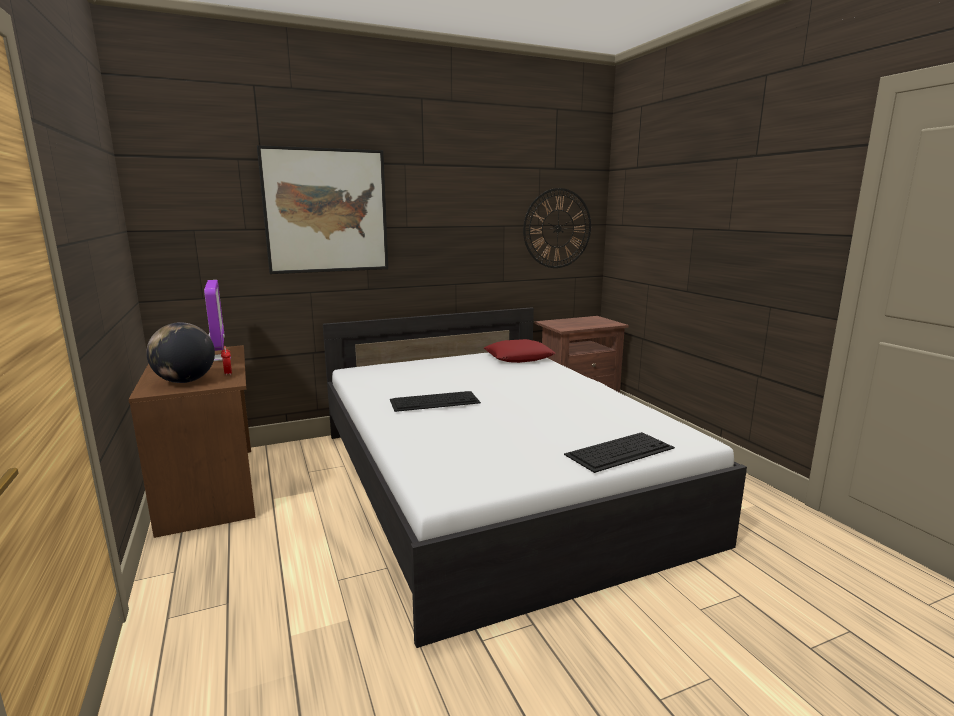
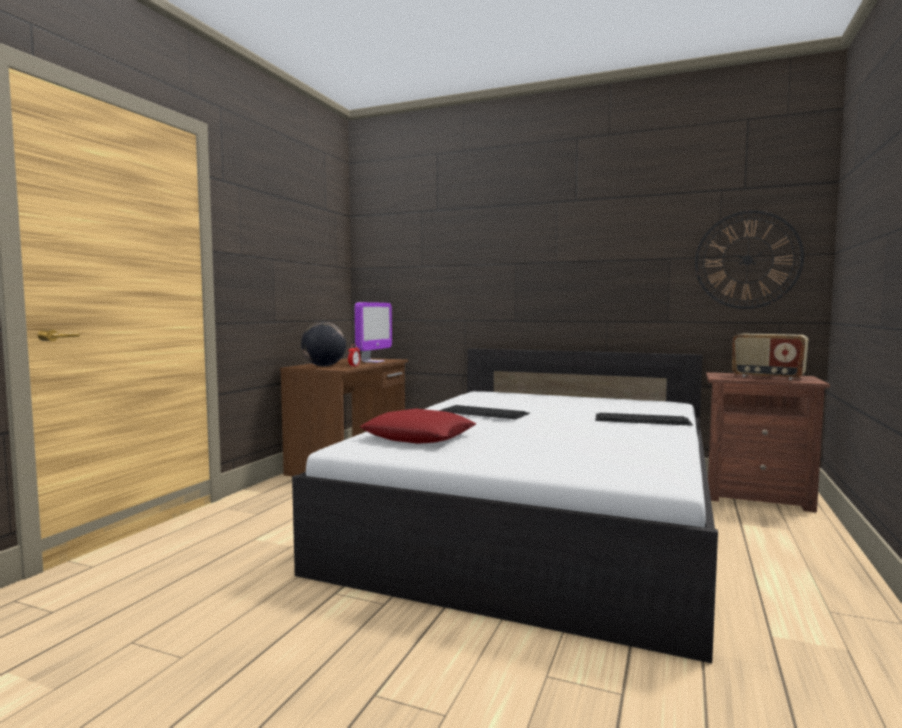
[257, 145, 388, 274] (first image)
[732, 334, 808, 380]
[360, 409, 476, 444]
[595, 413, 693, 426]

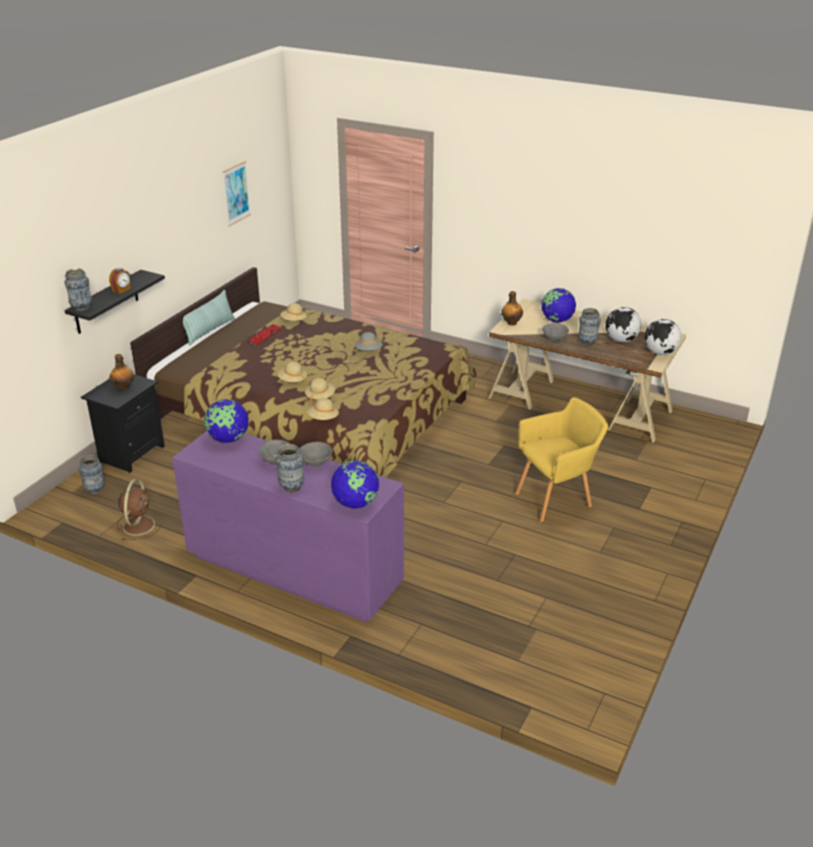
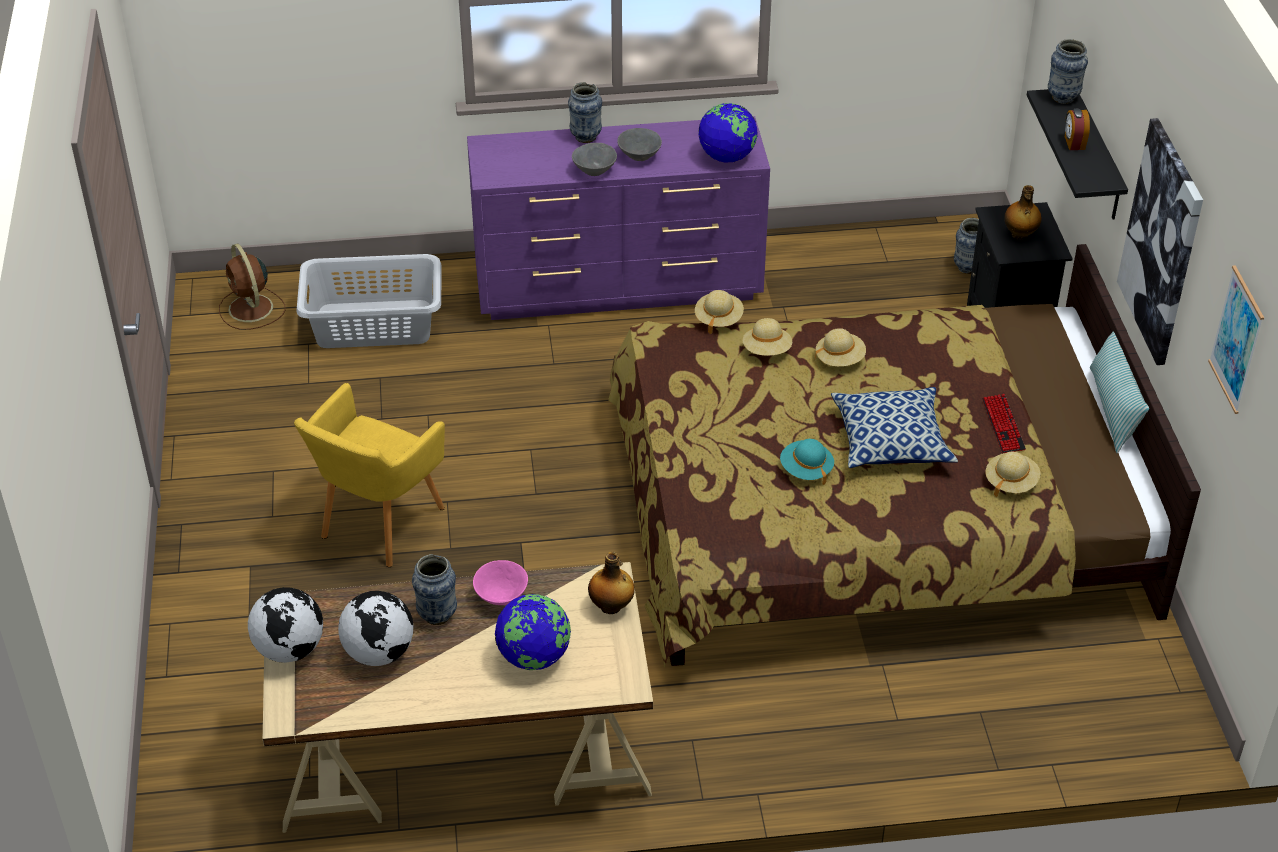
[331, 460, 379, 509] (first image)
[296, 254, 441, 348]
[831, 387, 958, 468]
[1117, 118, 1203, 365]
[219, 244, 286, 330]
[780, 439, 834, 485]
[473, 560, 528, 605]

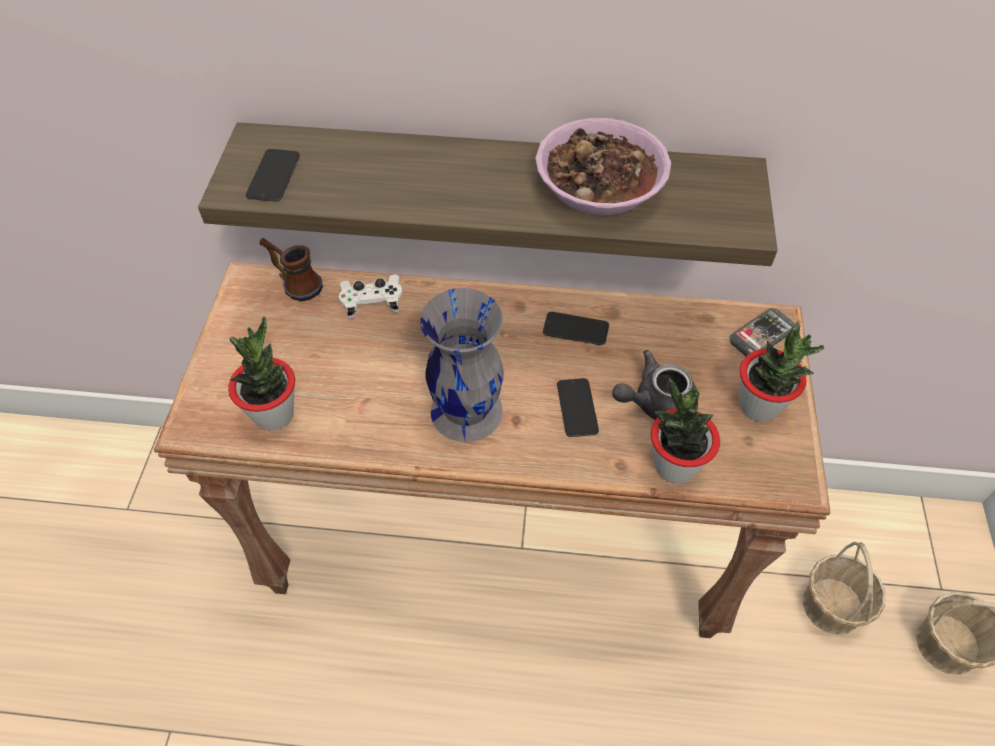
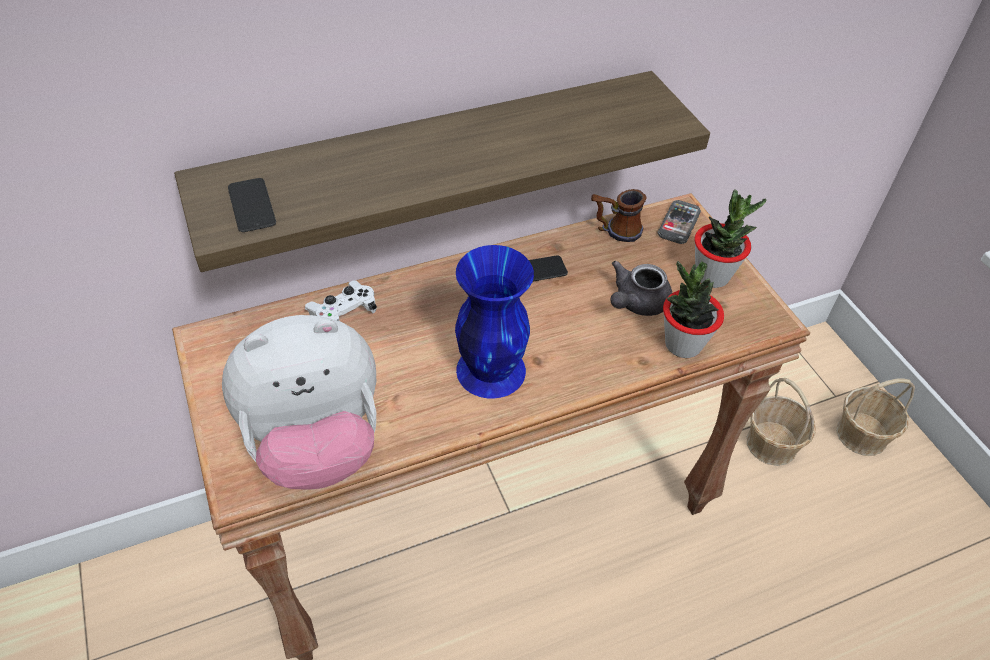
[535, 118, 671, 216] (first image)
[557, 378, 599, 437] (first image)
[591, 189, 647, 242]
[222, 315, 377, 490]
[455, 245, 534, 399]

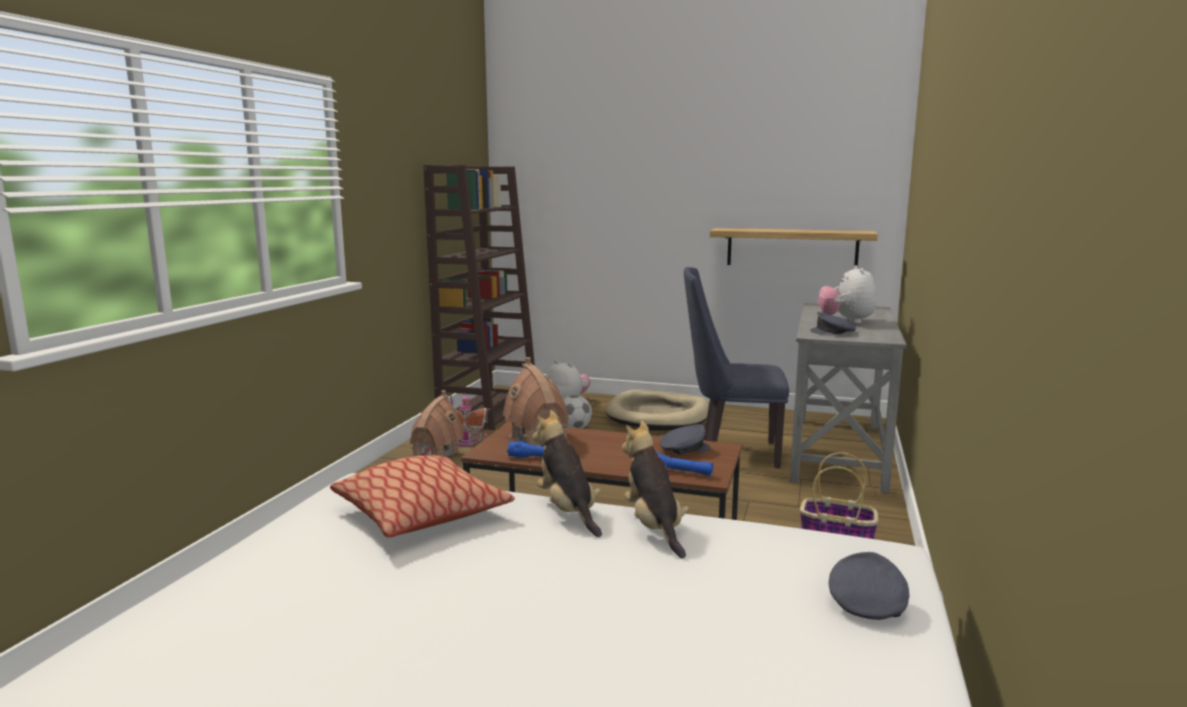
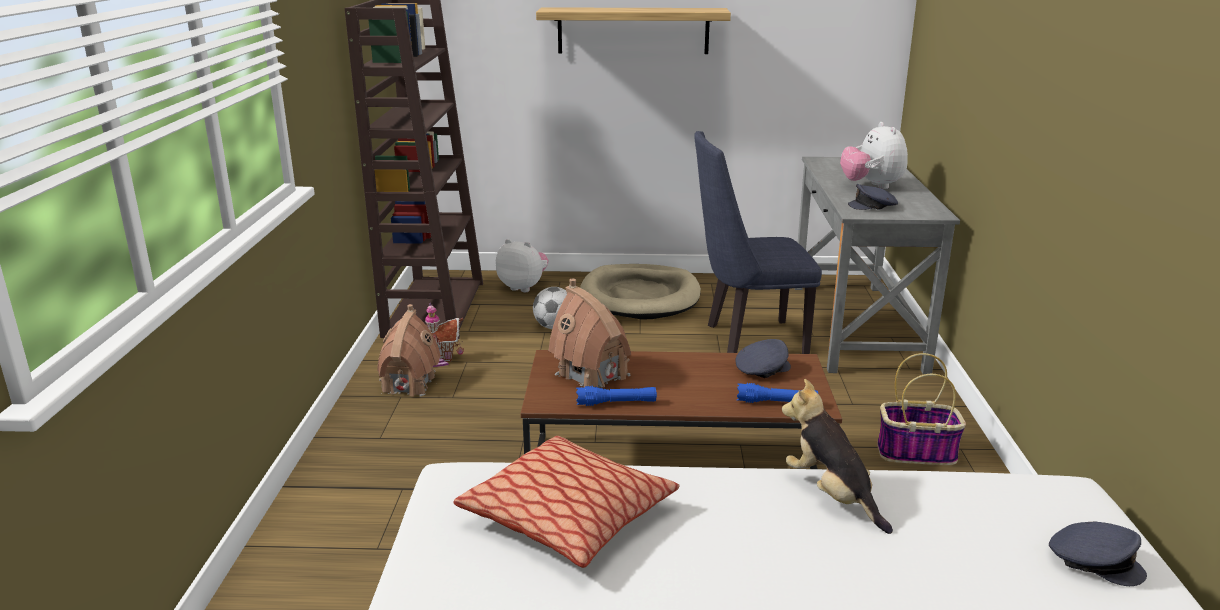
[533, 410, 602, 537] (first image)
[536, 7, 731, 54]
[1049, 522, 1147, 586]

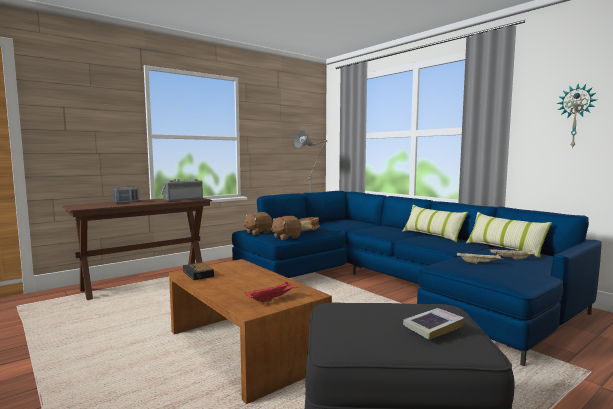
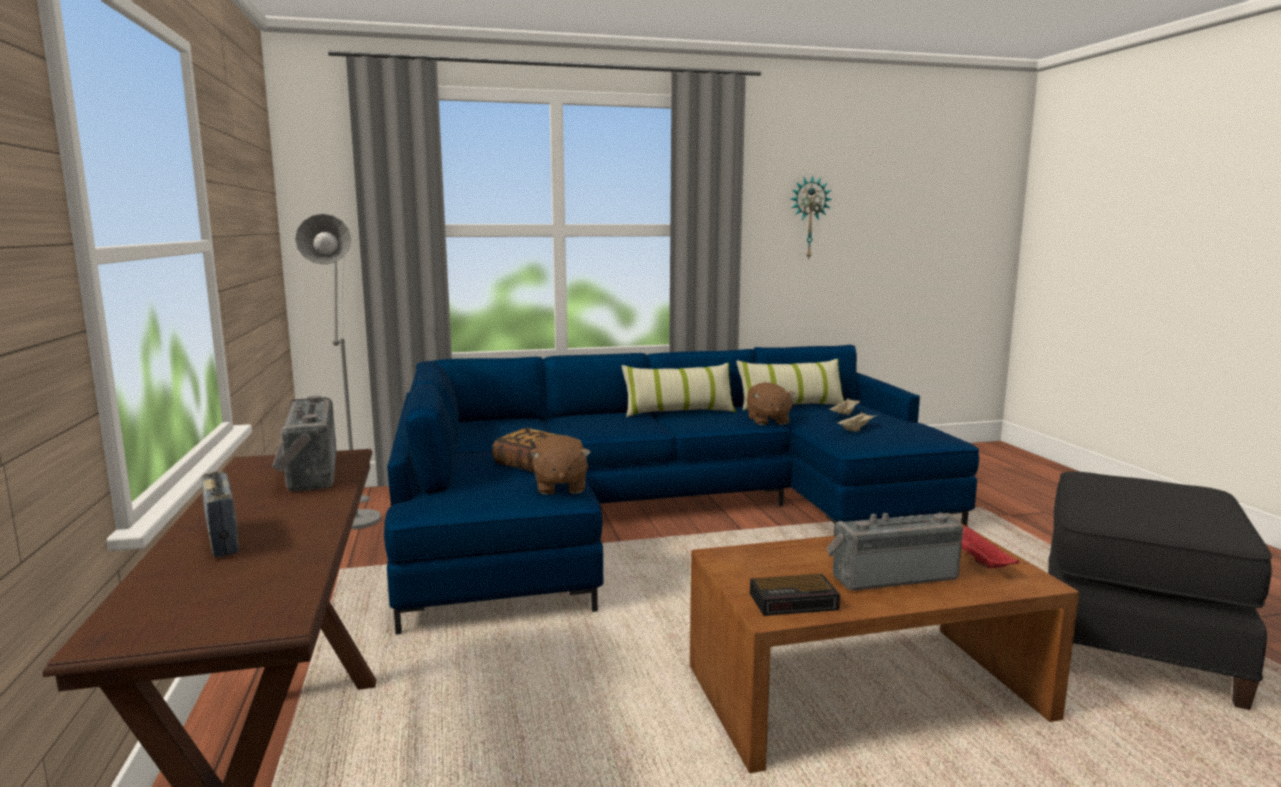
[403, 308, 464, 340] (first image)
[827, 512, 963, 591]
[747, 382, 795, 425]

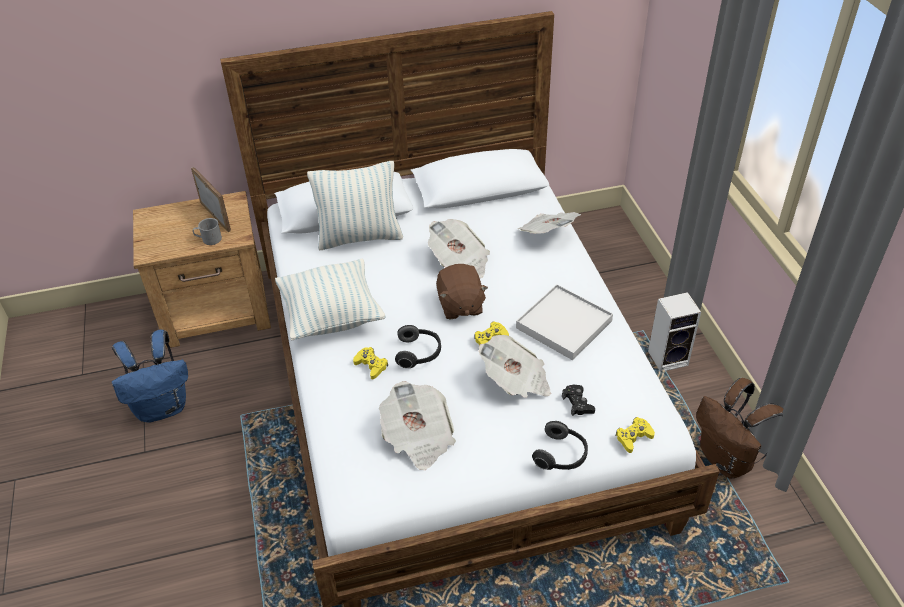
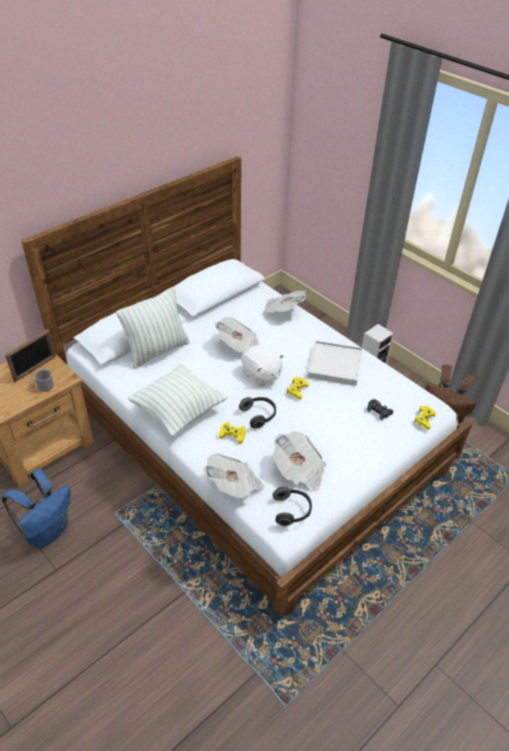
[203, 453, 264, 499]
[273, 487, 312, 526]
[241, 344, 284, 387]
[5, 329, 56, 382]

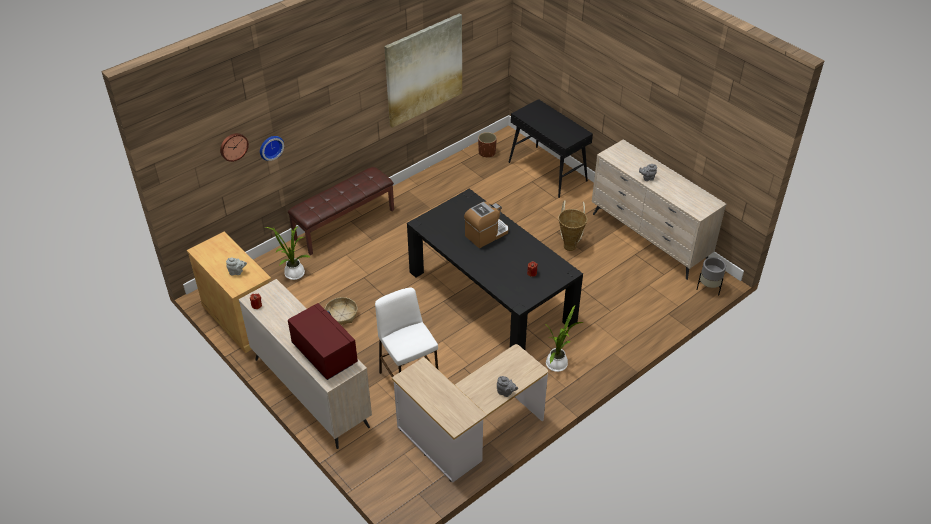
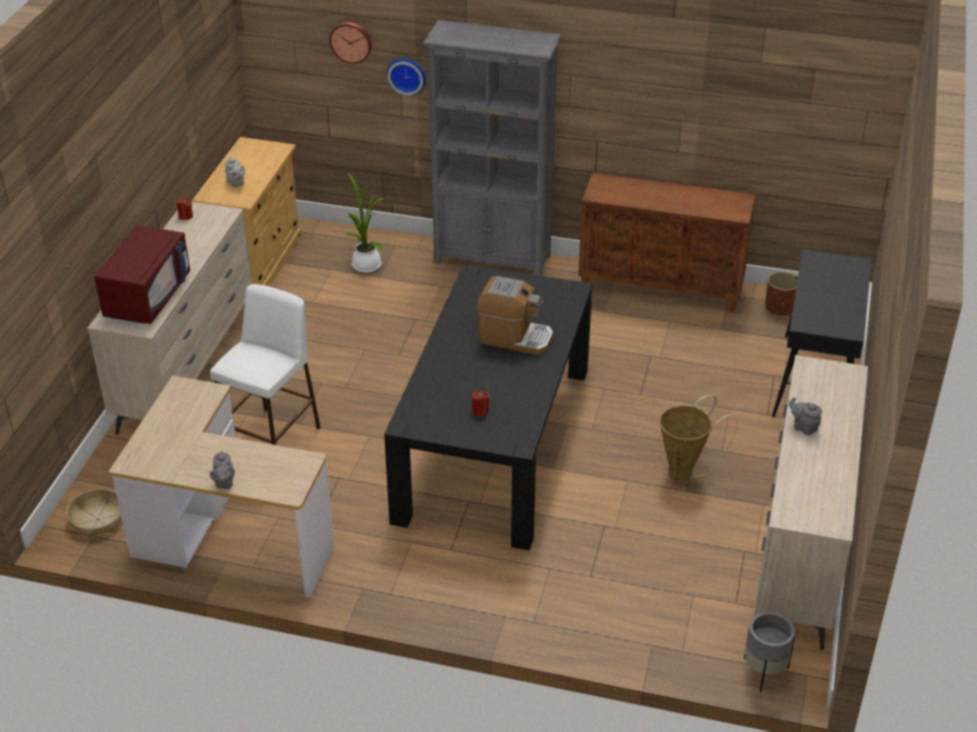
[384, 13, 462, 128] (first image)
[545, 304, 583, 372] (first image)
[578, 172, 756, 312]
[66, 489, 122, 538]
[423, 20, 561, 276]

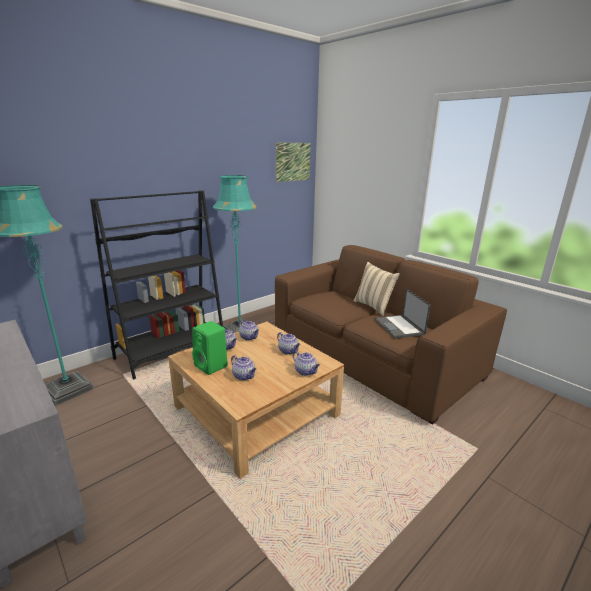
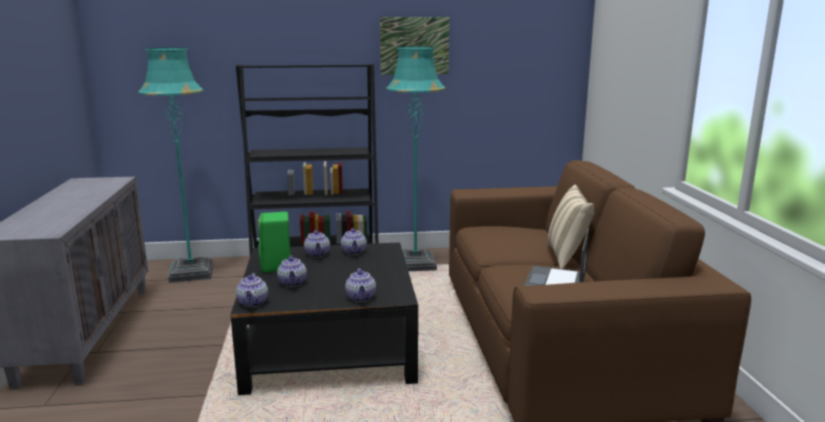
[380, 17, 450, 75]
[236, 273, 268, 307]
[230, 242, 418, 395]

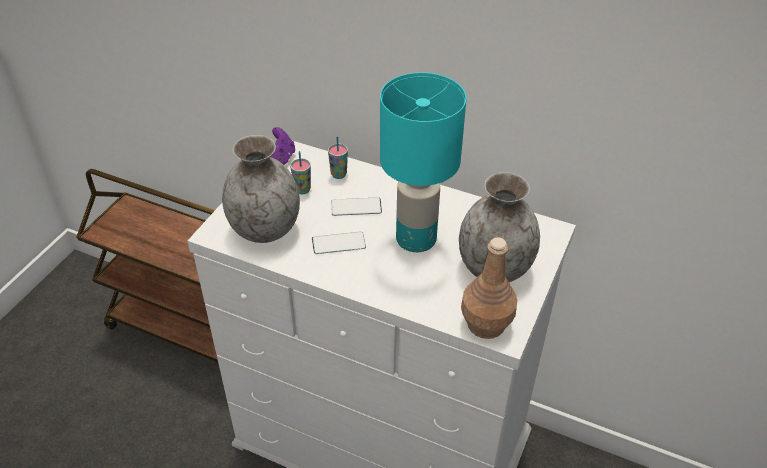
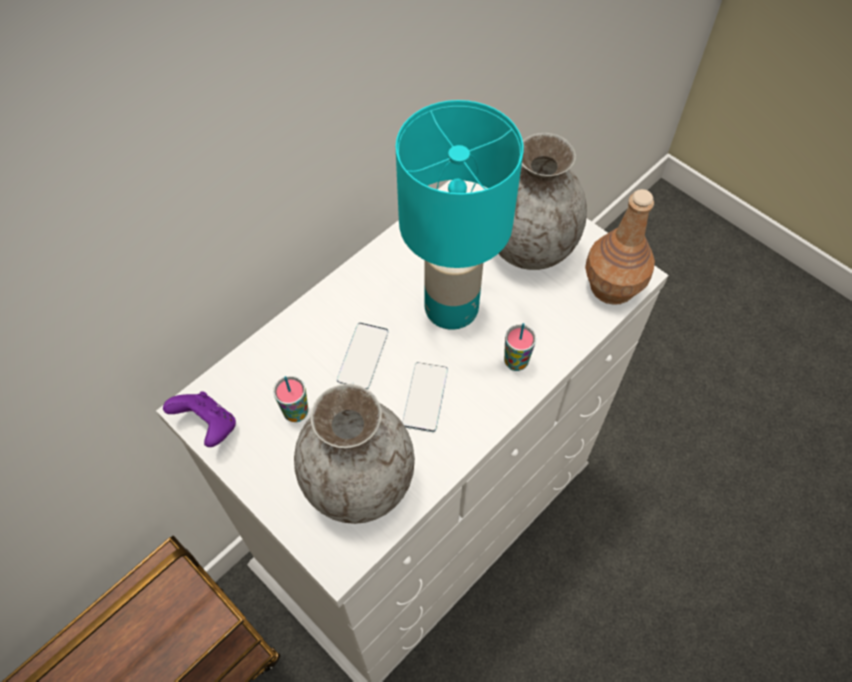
[504, 323, 536, 371]

